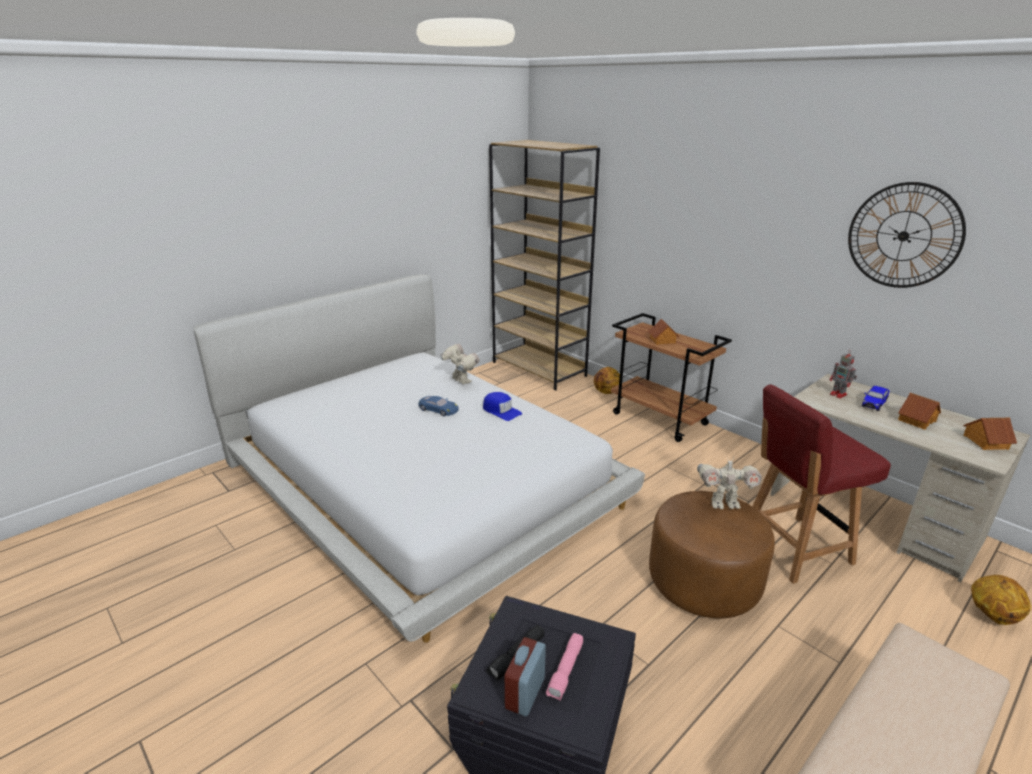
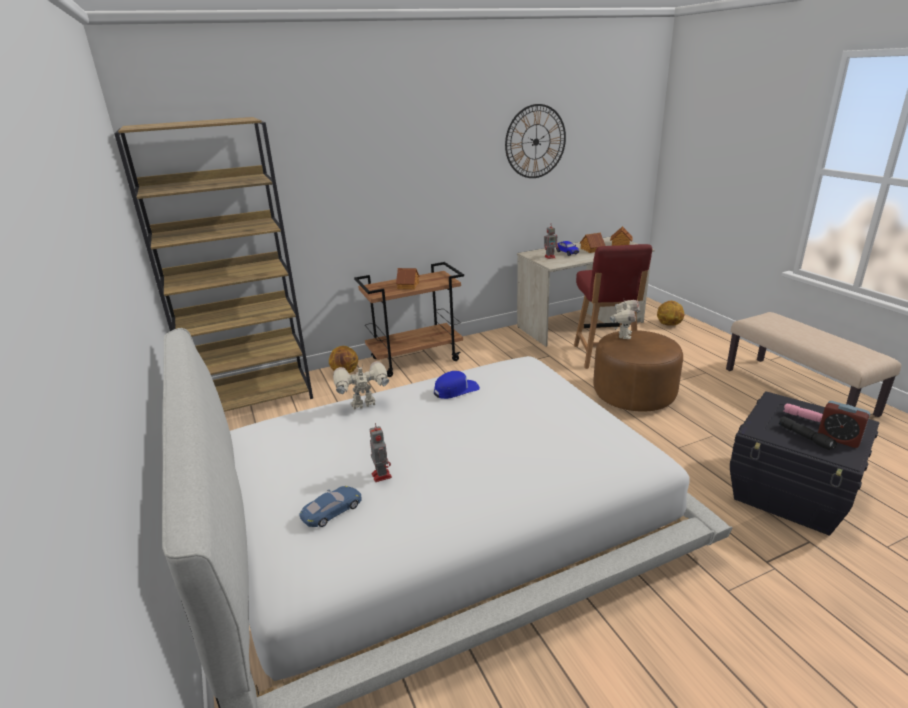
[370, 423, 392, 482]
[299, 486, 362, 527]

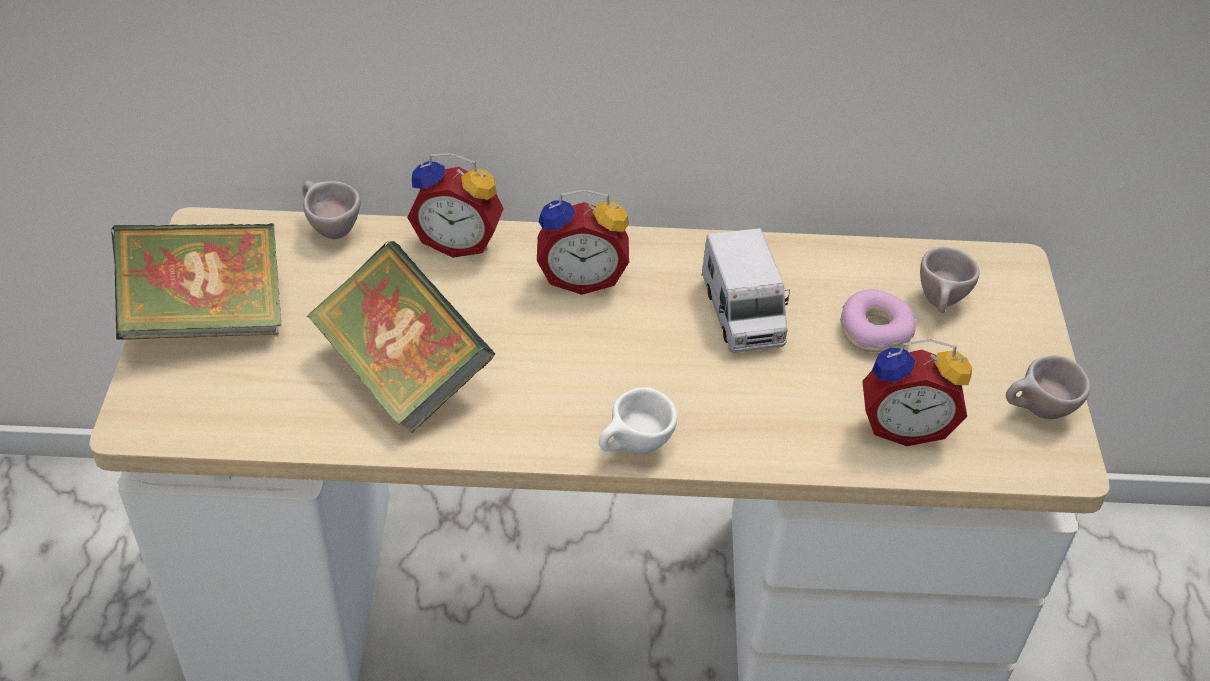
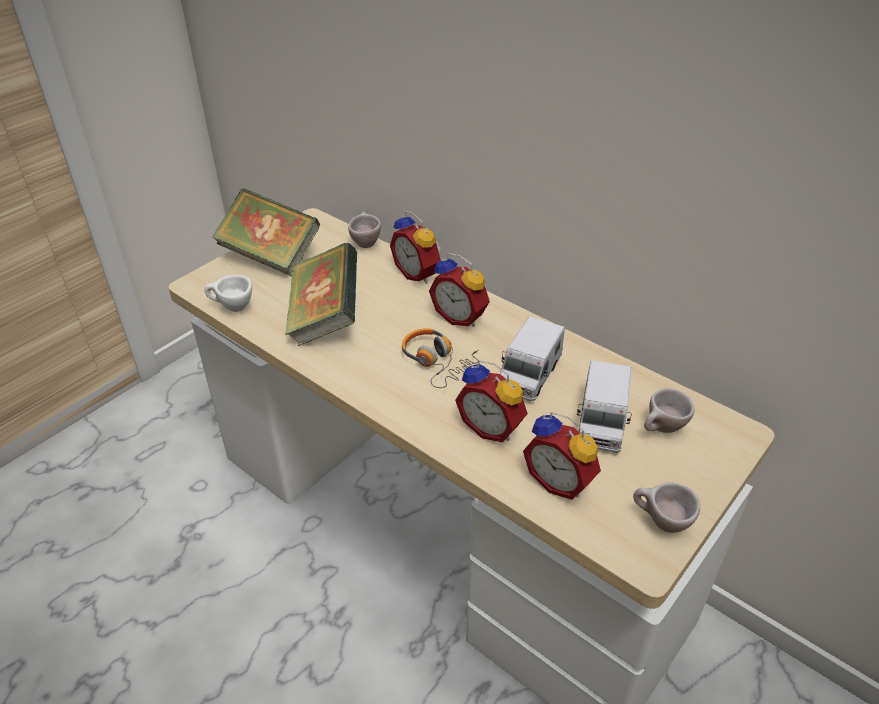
[402, 328, 479, 388]
[455, 360, 528, 442]
[205, 275, 252, 312]
[577, 360, 632, 453]

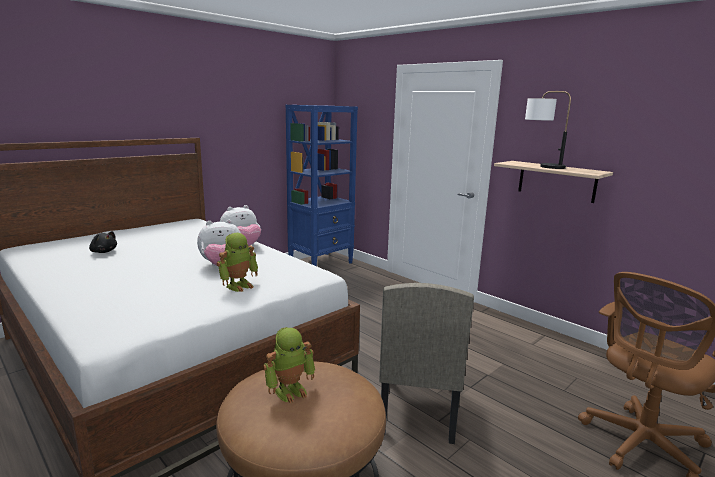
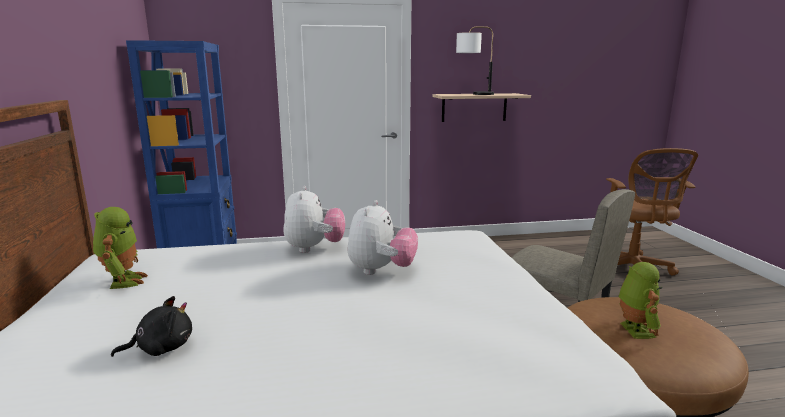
[93, 207, 148, 289]

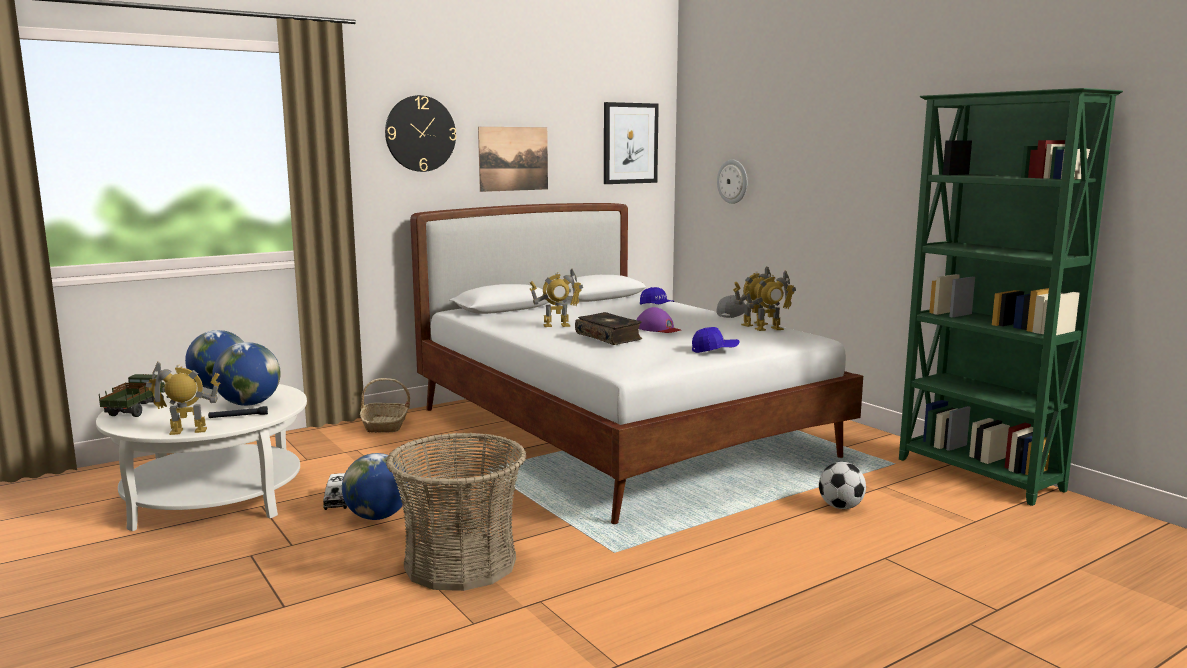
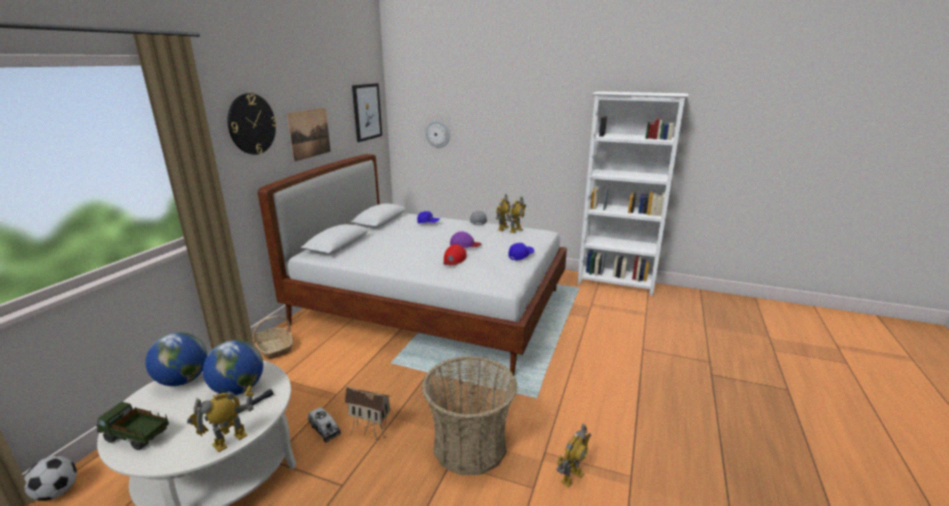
[557, 423, 591, 488]
[24, 456, 77, 501]
[345, 386, 390, 442]
[443, 244, 466, 266]
[578, 91, 689, 296]
[96, 402, 169, 450]

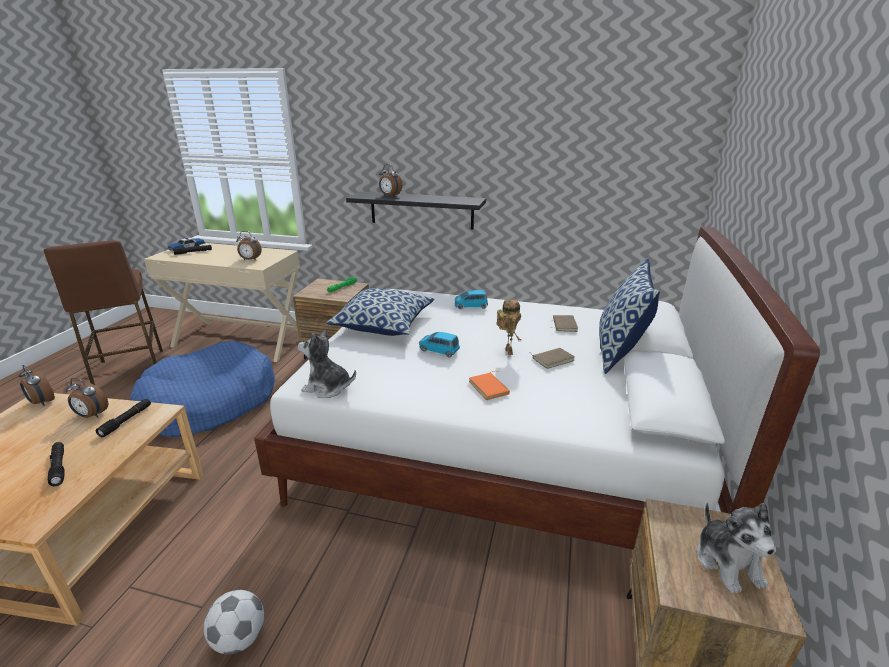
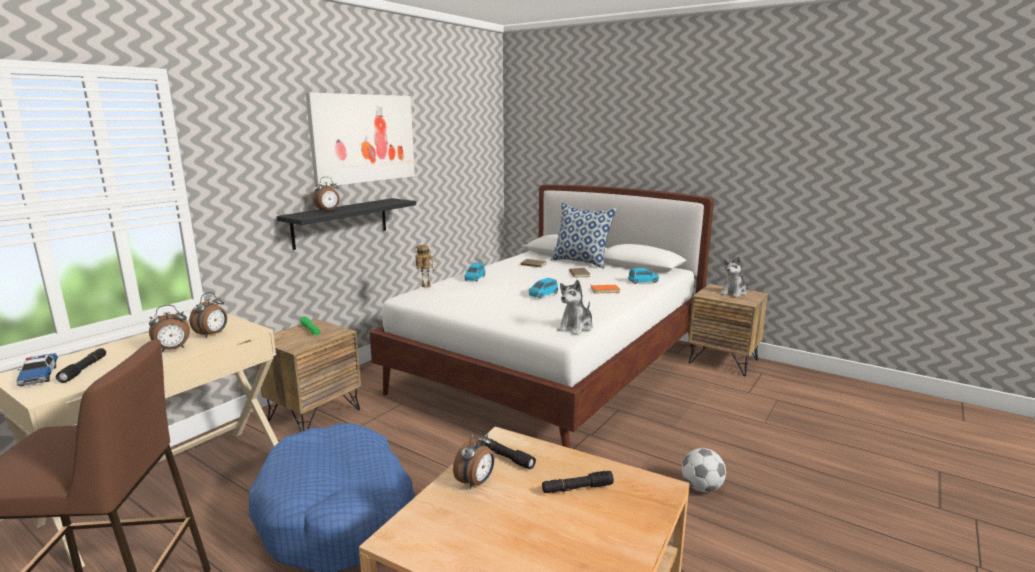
[326, 288, 434, 336] (first image)
[306, 93, 415, 187]
[628, 268, 659, 284]
[149, 305, 190, 352]
[415, 245, 434, 287]
[720, 257, 747, 298]

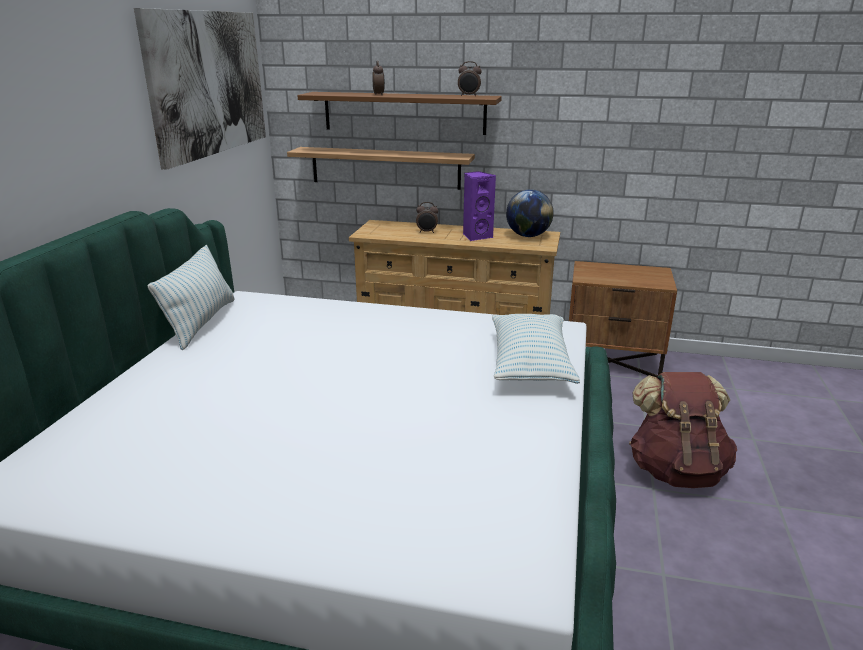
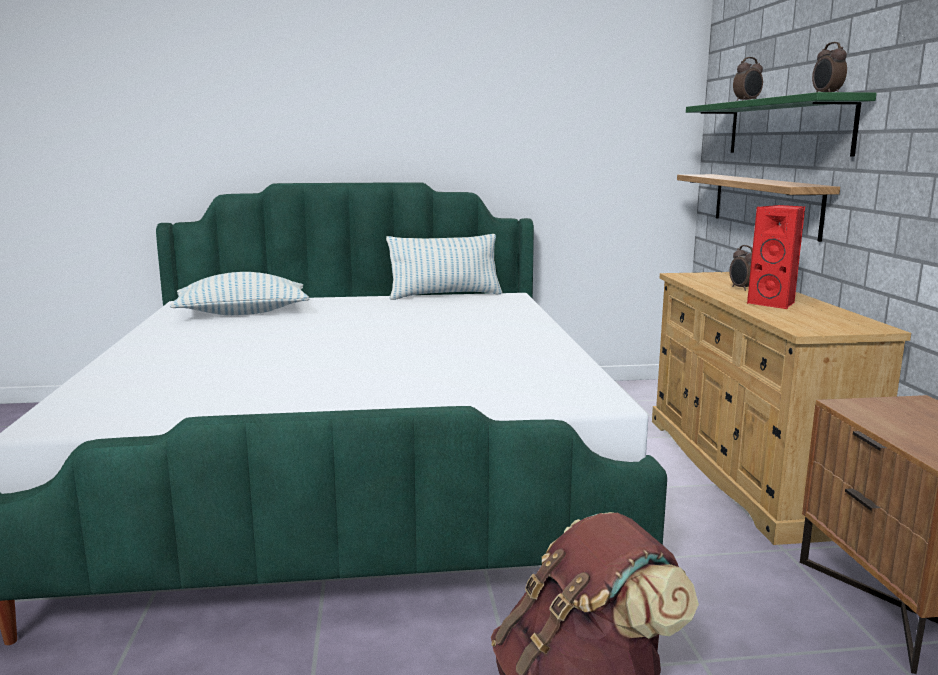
[134, 8, 266, 170] (first image)
[506, 189, 554, 237] (first image)
[170, 272, 309, 315]
[686, 92, 877, 157]
[747, 205, 805, 309]

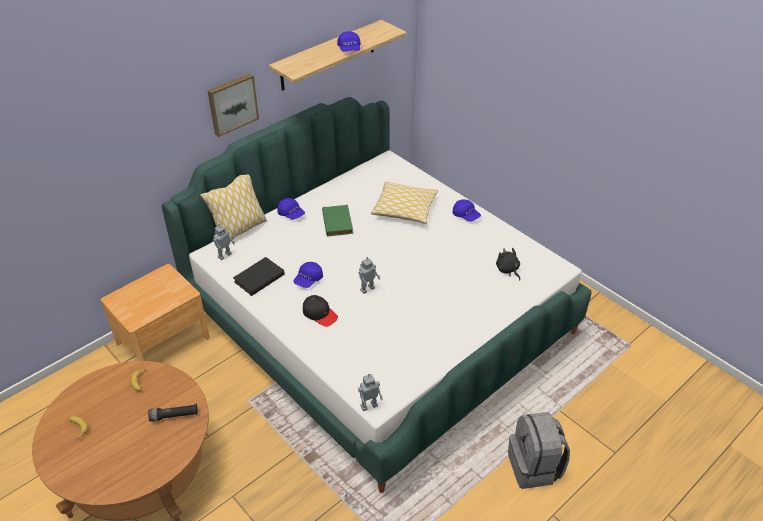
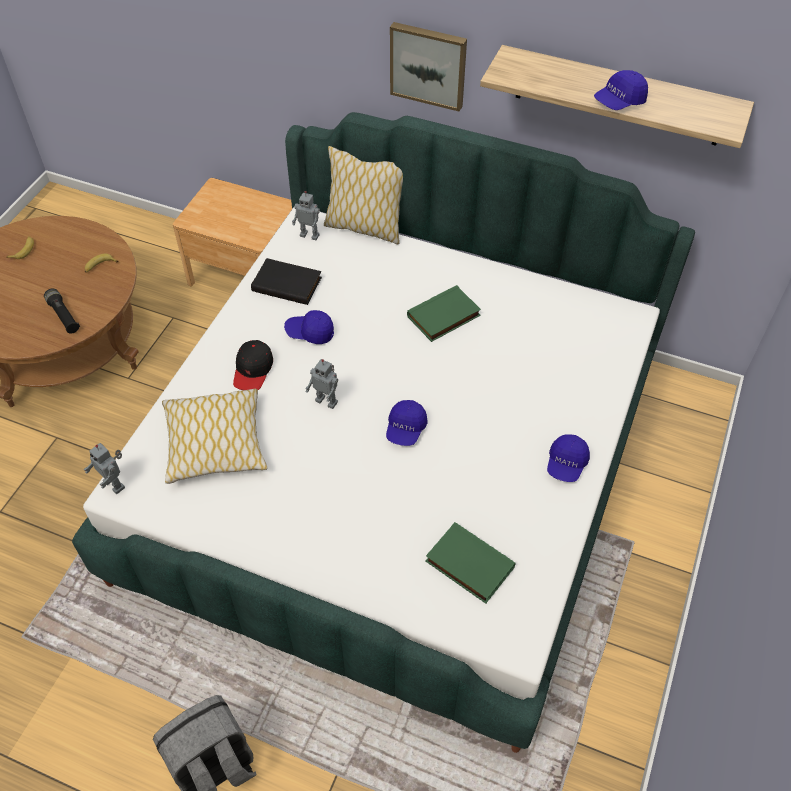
[386, 400, 428, 446]
[162, 389, 268, 484]
[426, 522, 515, 604]

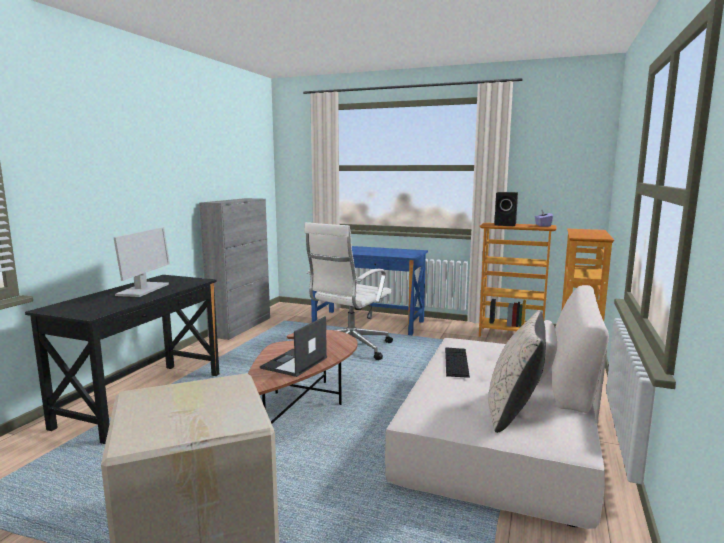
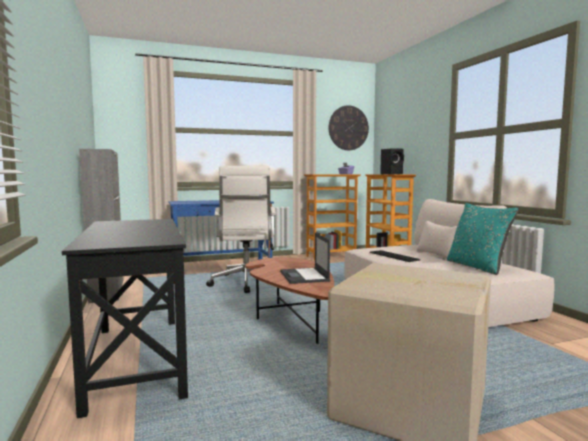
[114, 227, 170, 297] (first image)
[329, 105, 369, 150]
[380, 148, 404, 174]
[447, 203, 518, 275]

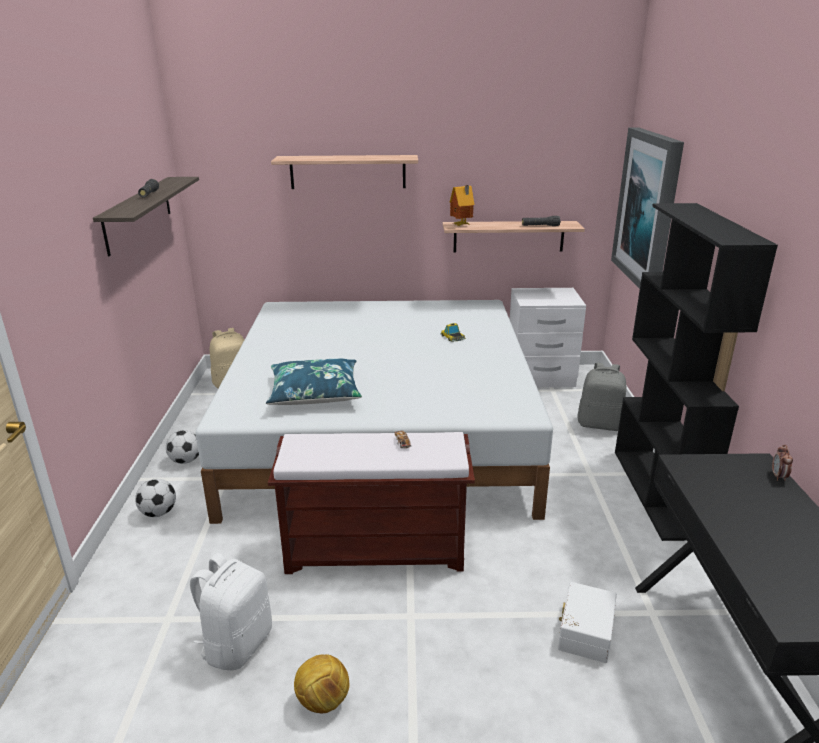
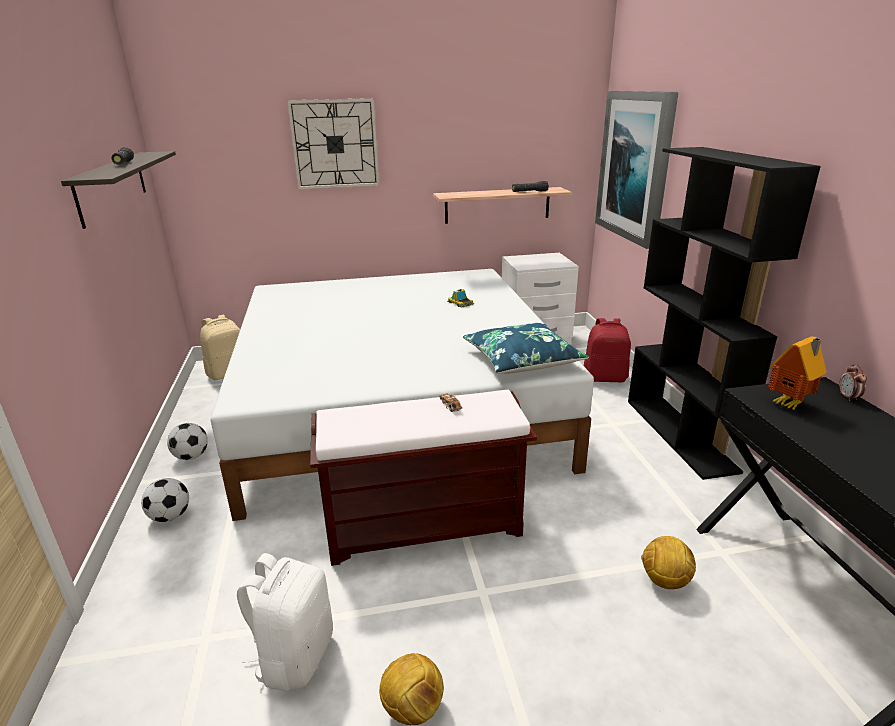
[463, 323, 589, 374]
[768, 337, 827, 410]
[287, 98, 380, 190]
[641, 536, 696, 589]
[584, 318, 631, 382]

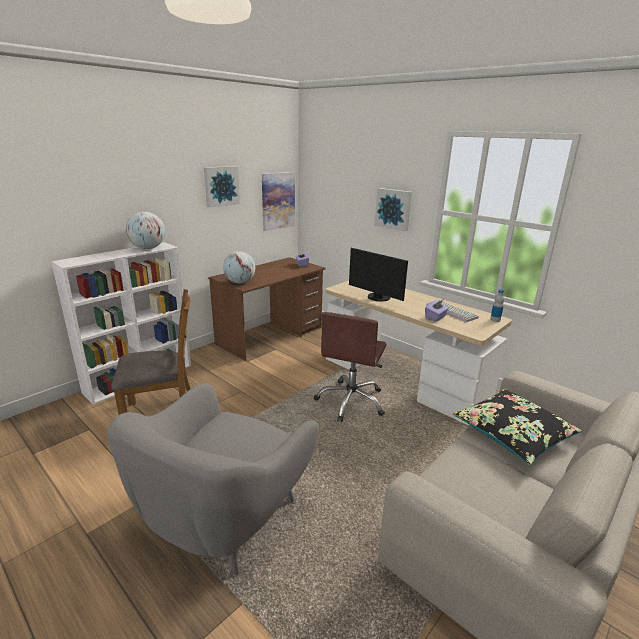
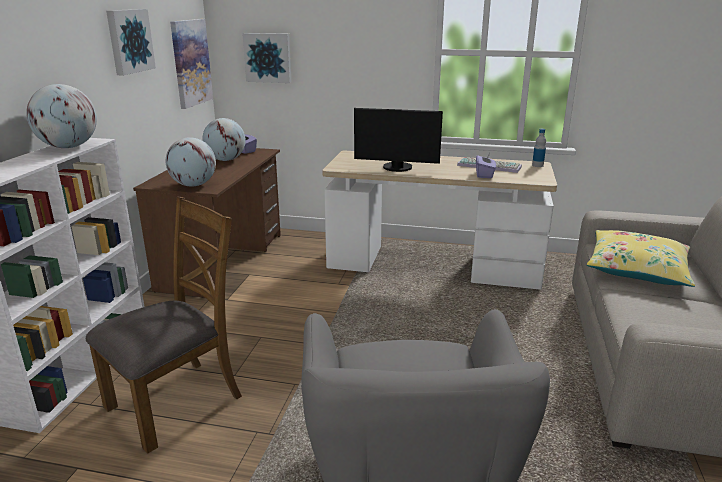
[314, 312, 386, 422] (first image)
[202, 118, 246, 161]
[242, 33, 291, 83]
[587, 230, 695, 287]

